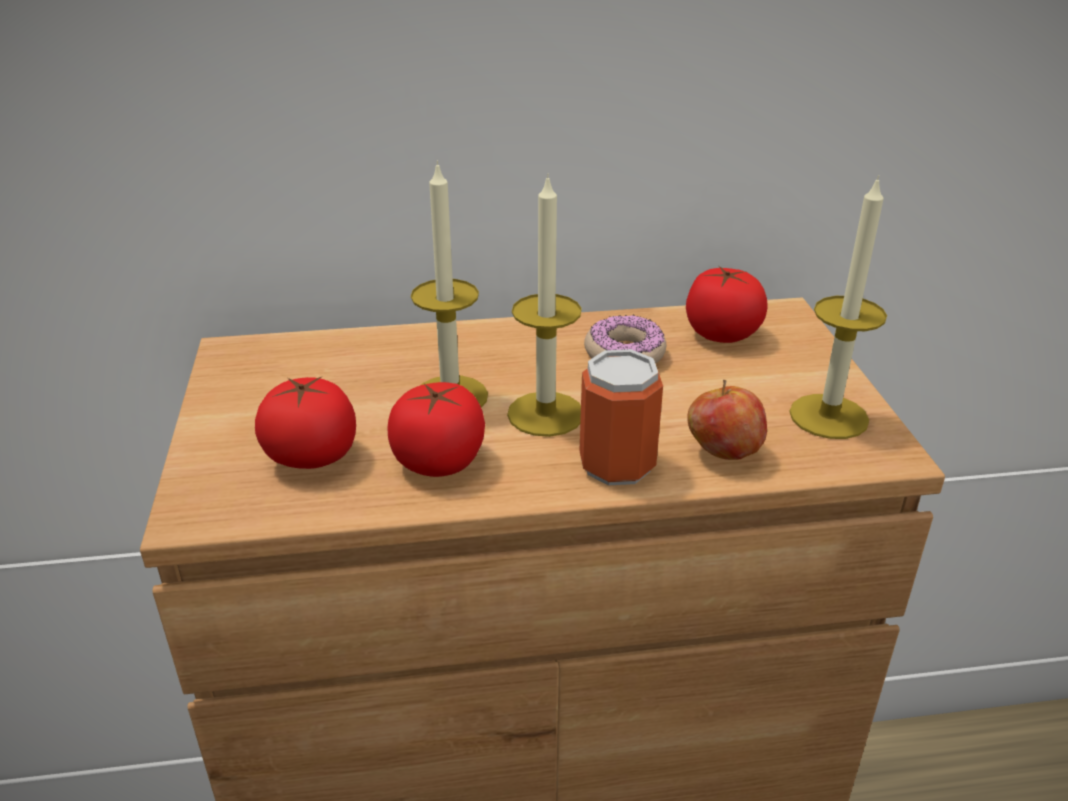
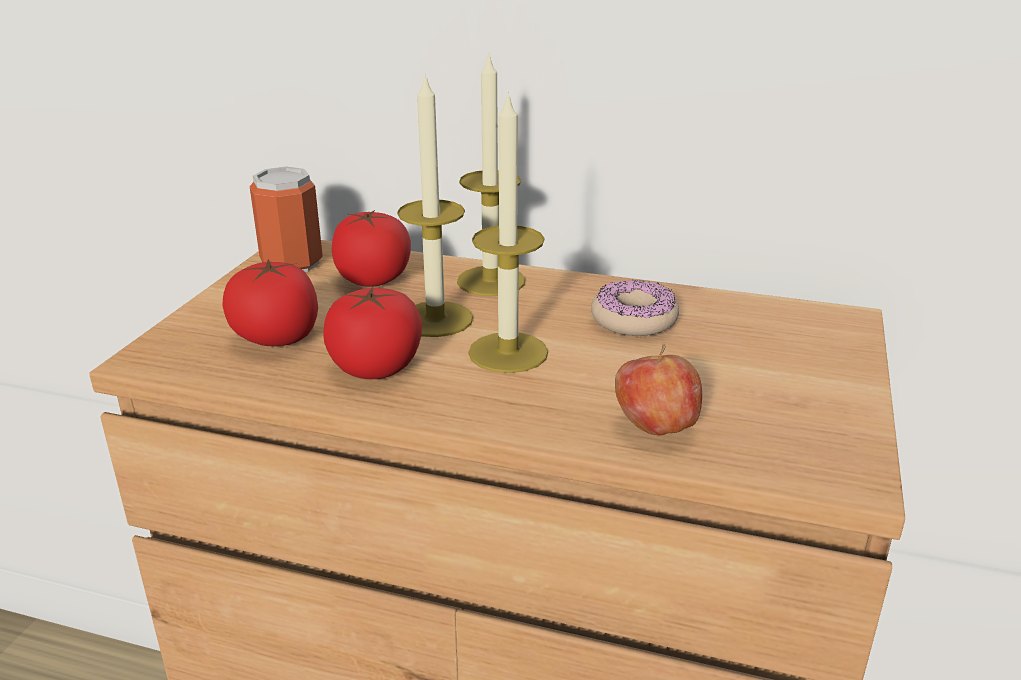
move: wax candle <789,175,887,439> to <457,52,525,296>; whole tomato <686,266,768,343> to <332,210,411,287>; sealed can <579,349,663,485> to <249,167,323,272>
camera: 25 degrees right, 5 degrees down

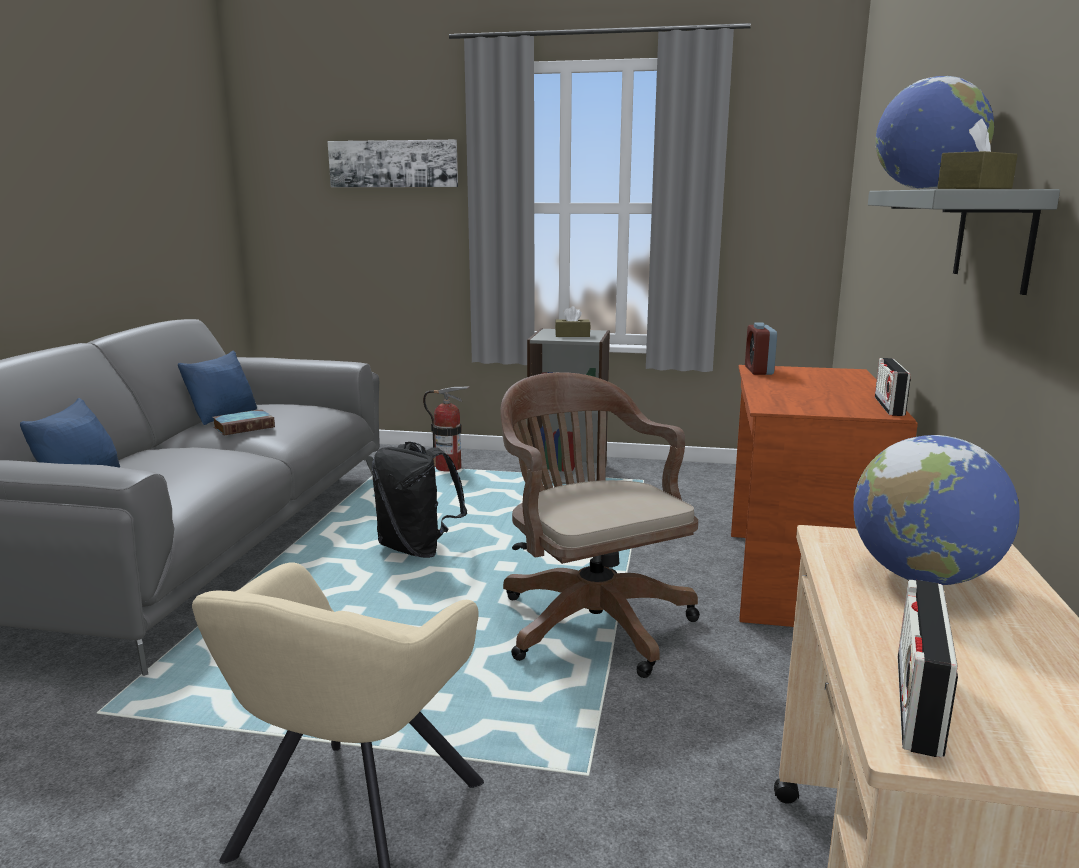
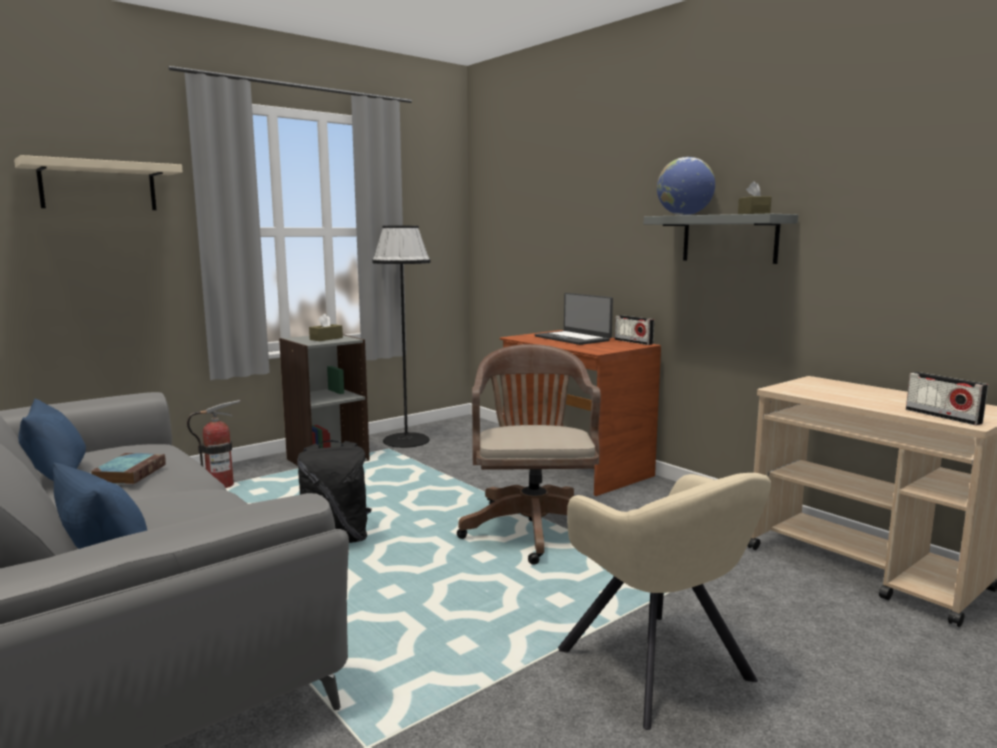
delete: table clock <745,322,777,375>; world globe <853,435,1020,585>
insert: black-coloured standing lamp <372,226,430,448>; laptop <535,292,613,345>
replace: picture <328,140,458,187> to beige bracket shelf <14,155,183,210>
rotate: brown-coloured computer chair <500,372,700,678> = <457,344,601,565> 75 degrees clockwise
camera: 50 degrees left, 5 degrees down

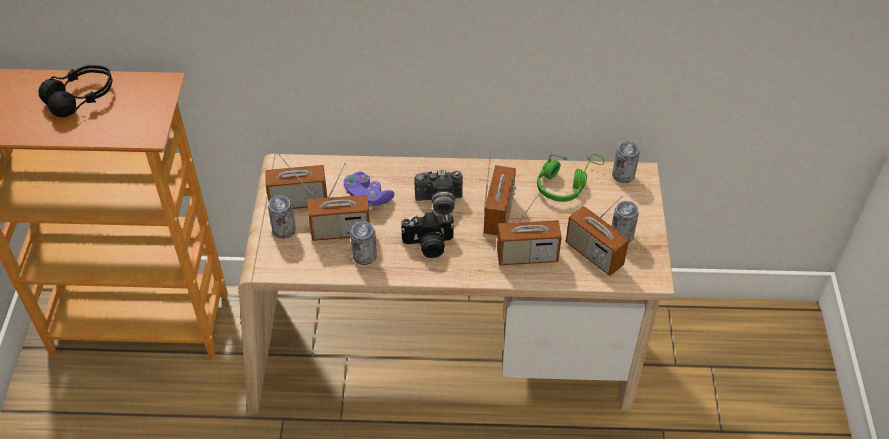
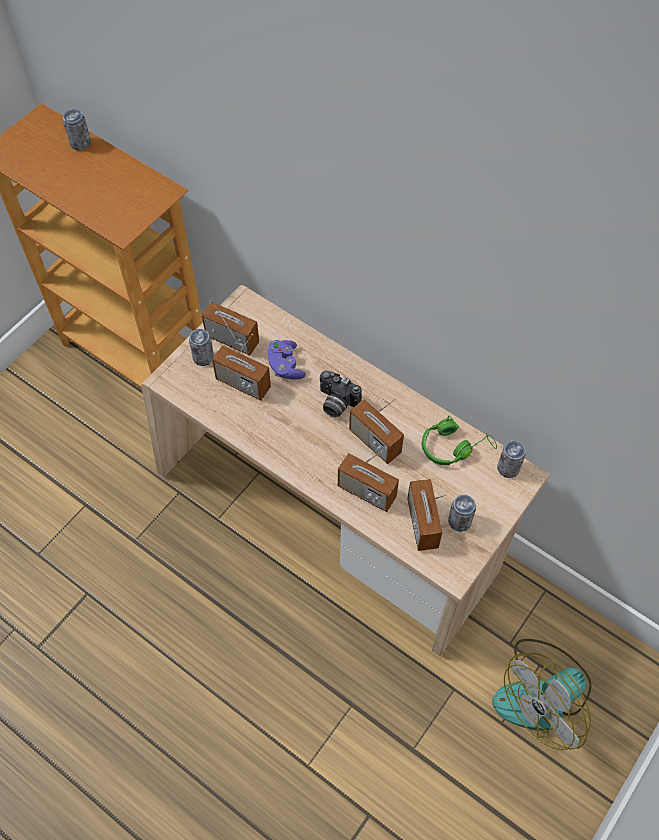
delete: black-coloured headphones <38,65,113,117>; still camera <401,212,455,258>
insert: fan <492,639,592,750>
move: sealed can <350,221,377,265> to <63,109,91,150>
rotate: radio set <484,146,516,236> = <349,398,404,464> 90 degrees clockwise
camera: 35 degrees right, 10 degrees up

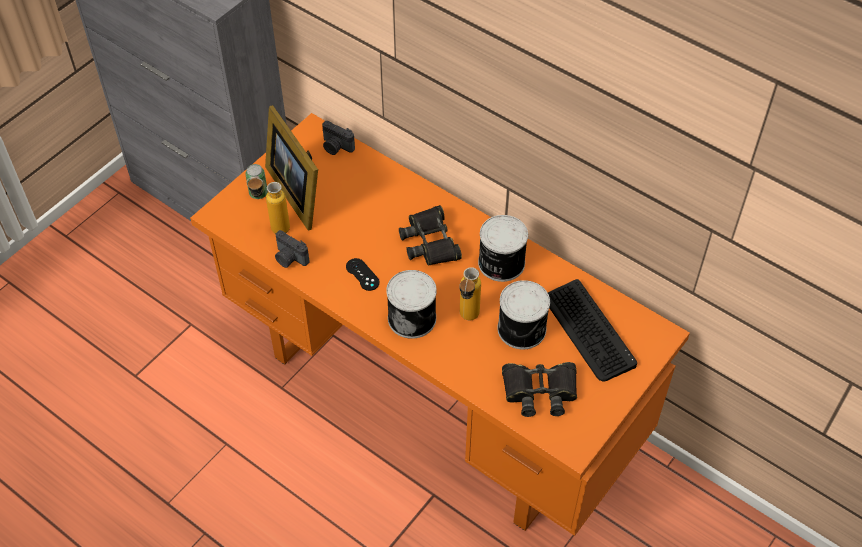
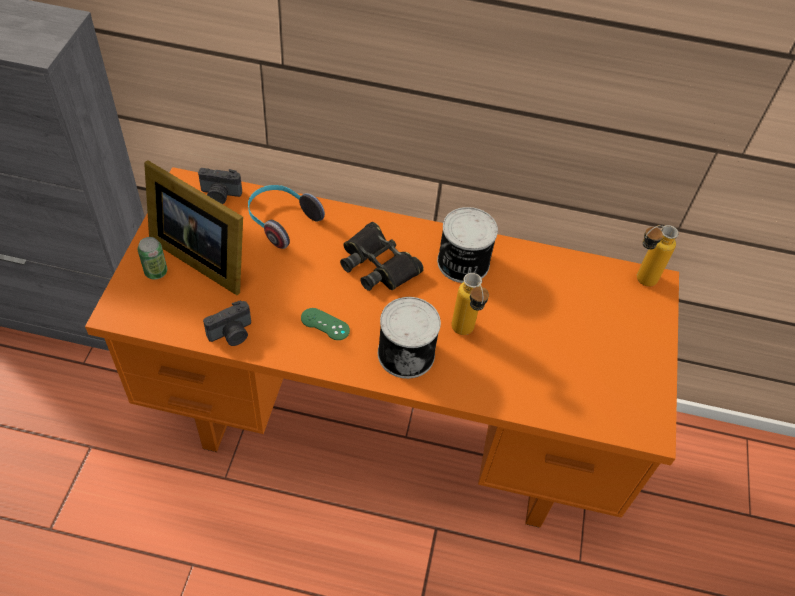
delete: keyboard <548,279,637,382>; sealed can <497,280,550,349>; black-coloured field glasses <502,362,577,417>
insert: headphones <248,185,325,249>
move: beverage bottle <246,177,290,234> to <637,225,679,287>
recolor: black-coloured joypad <346,258,380,291> to greenish joypad <301,308,350,340>
rotate: still camera <275,230,309,268> = <203,301,251,346> 45 degrees counterclockwise
camera: 30 degrees left, 0 degrees up

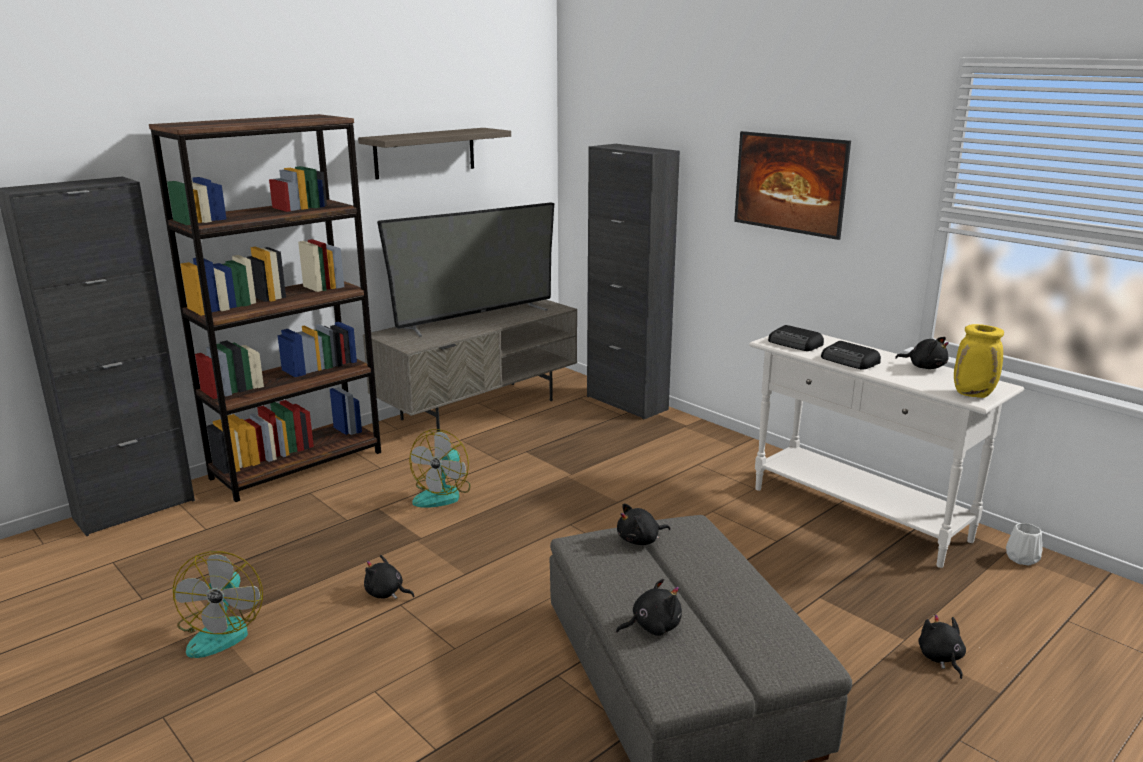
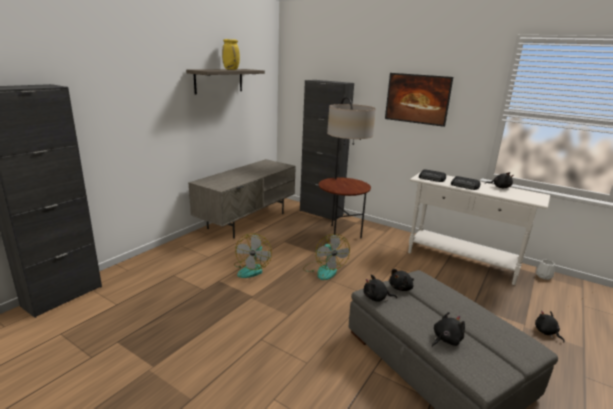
delete: brown-coloured bookcase <149,114,381,502>; television <377,202,554,337>
insert: standing lamp <319,97,376,238>
move: yellow-coloured flower vase <954,324,1004,398> to <222,39,240,70>; fan <173,551,263,658> to <303,234,350,280>; black-coloured cuddly toy <364,555,414,599> to <364,275,397,302>
camera: 15 degrees left, 0 degrees up

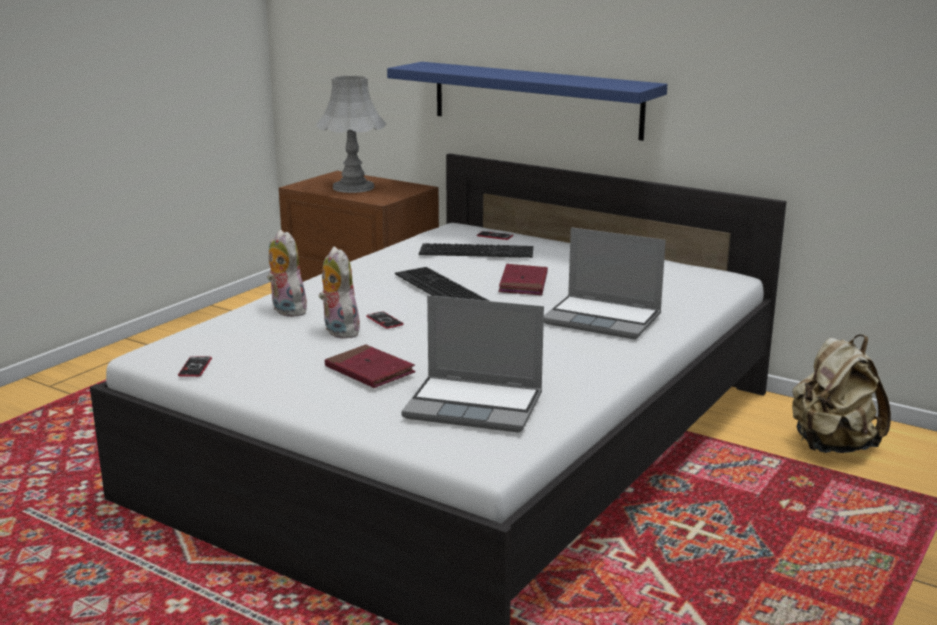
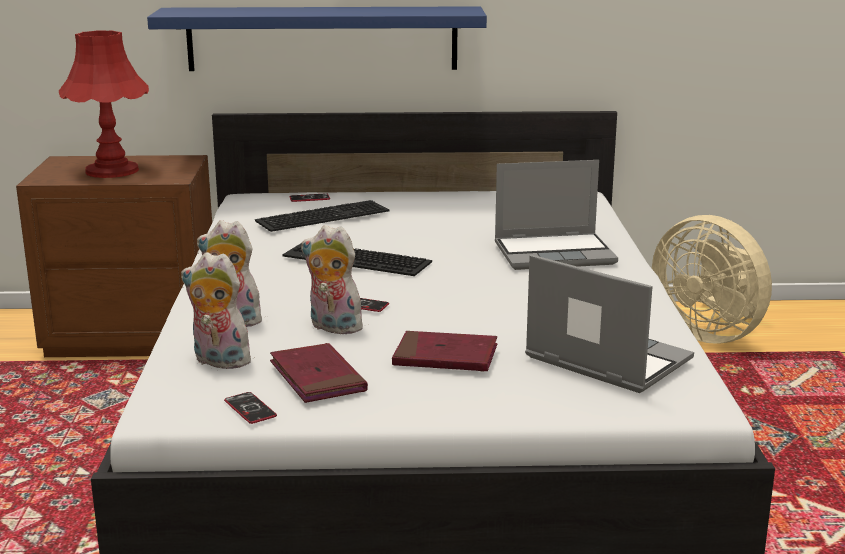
insert: cuddly toy <181,252,258,371>
move: red book <499,264,548,295> to <270,343,368,403>
replace: beige backpack <792,335,891,453> to beige fan <652,215,772,344>
recolor: grey tabletop lamp <316,76,386,193> to red tabletop lamp <59,30,149,178>
rotate: laptop <401,295,544,433> = <525,254,694,393> 120 degrees counterclockwise
camera: 35 degrees left, 0 degrees up

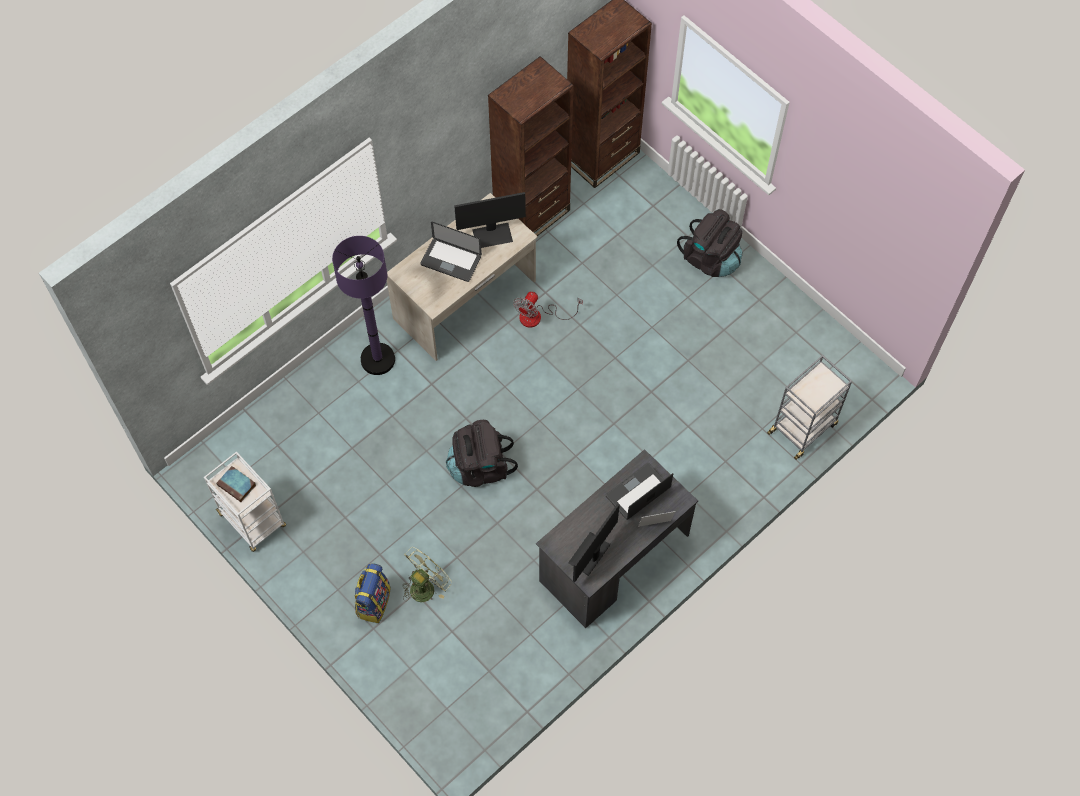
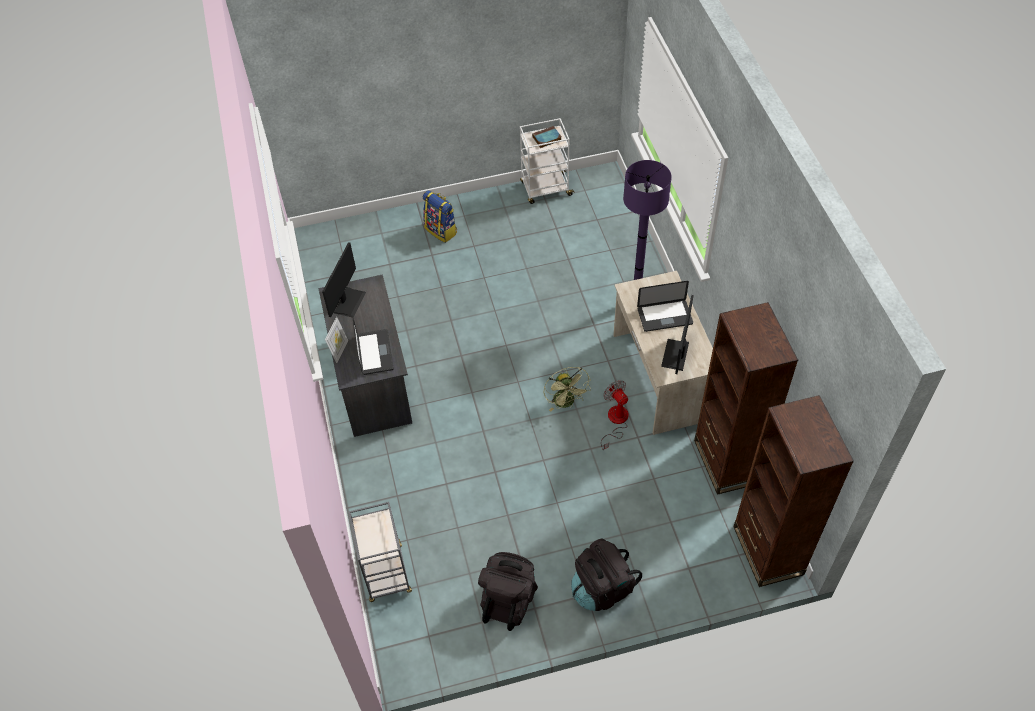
move: black-coloured backpack <446,420,518,487> to <478,552,538,631>; greenish fan <403,547,452,602> to <544,367,591,412>
rotate: laptop <420,222,482,282> = <637,281,693,332> 150 degrees counterclockwise; monitor <568,503,620,582> = <322,242,366,317> 45 degrees clockwise
camera: 120 degrees right, 10 degrees down

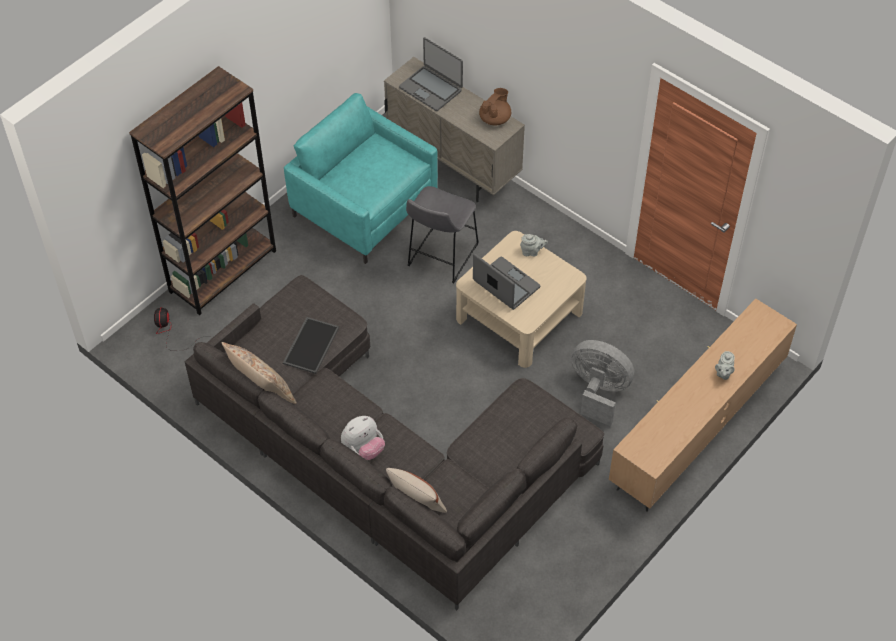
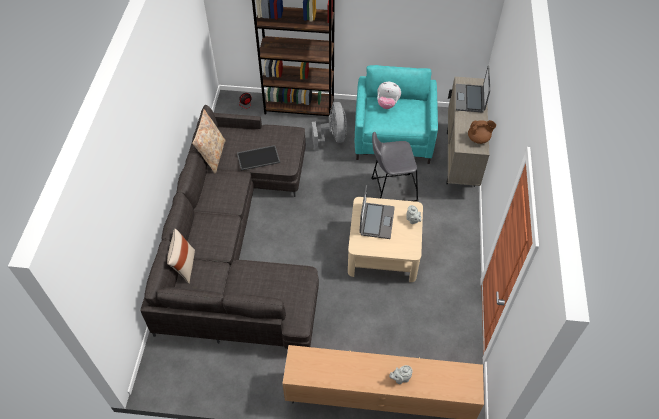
move: grey fan <571,340,634,426> to <312,102,347,151>; cuddly toy <341,416,385,460> to <377,82,401,109>
camera: 55 degrees right, 0 degrees up

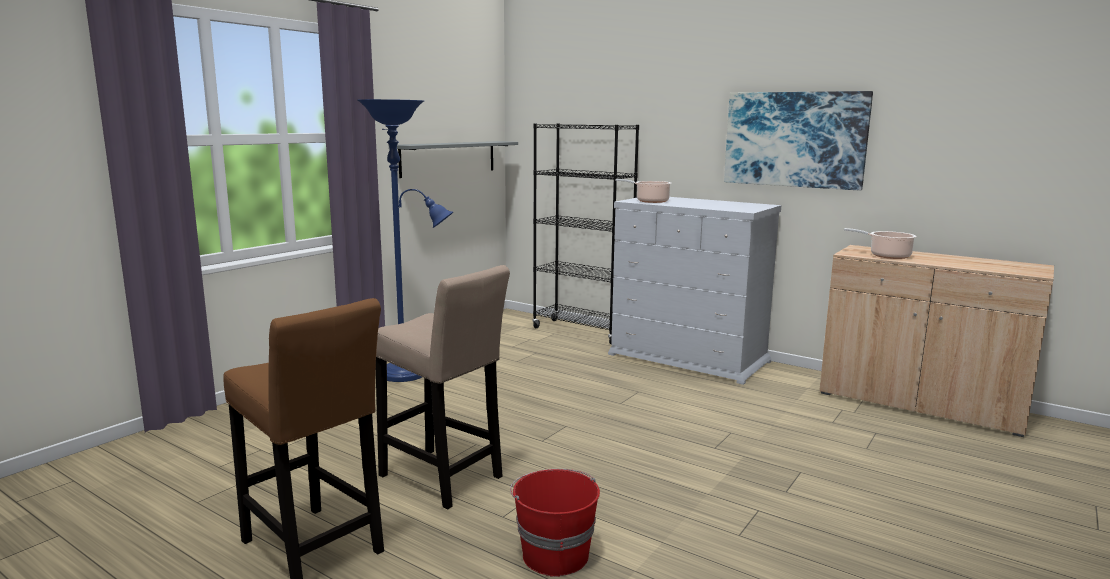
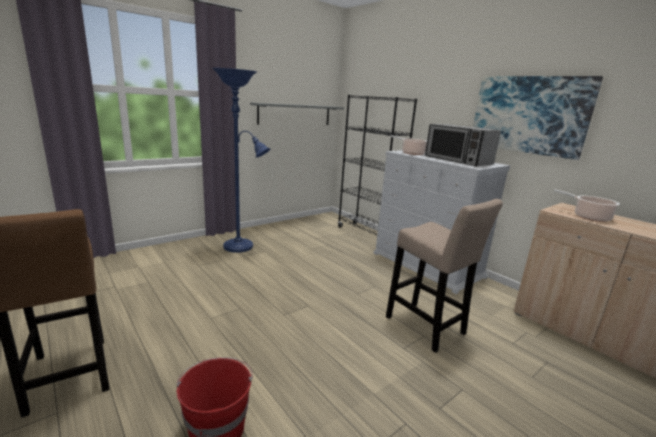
insert: microwave oven <425,124,501,167>
move: beige stool seat <376,265,510,510> to <386,199,503,353>
camera: 15 degrees right, 5 degrees up

